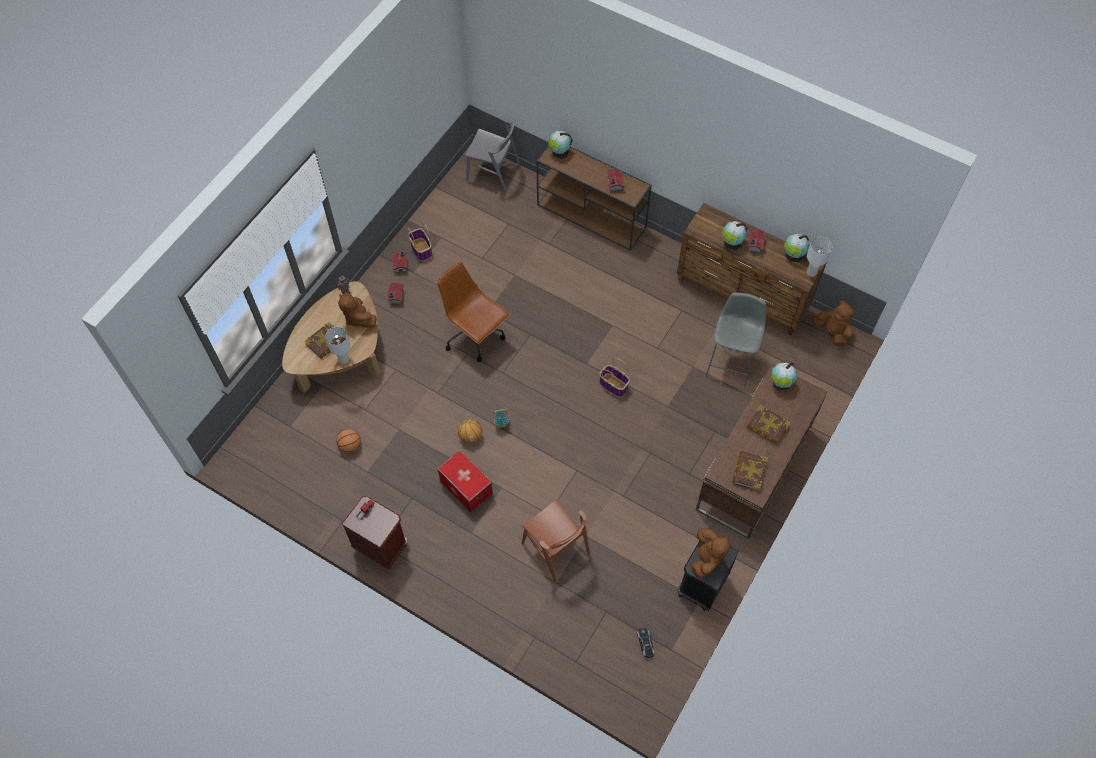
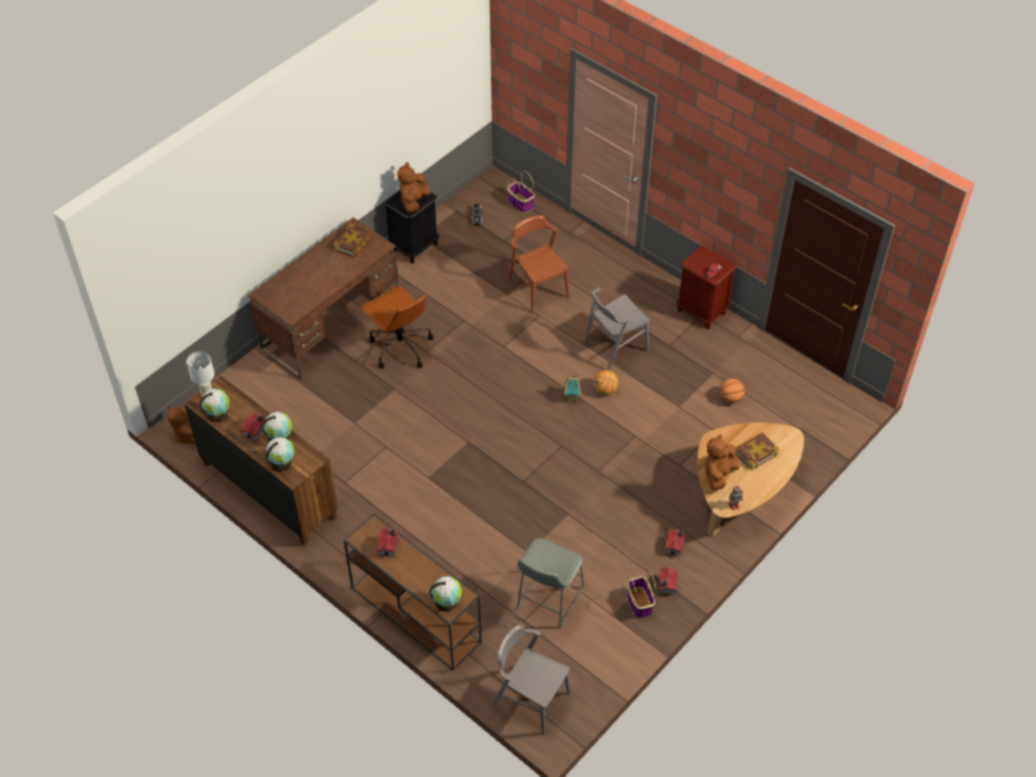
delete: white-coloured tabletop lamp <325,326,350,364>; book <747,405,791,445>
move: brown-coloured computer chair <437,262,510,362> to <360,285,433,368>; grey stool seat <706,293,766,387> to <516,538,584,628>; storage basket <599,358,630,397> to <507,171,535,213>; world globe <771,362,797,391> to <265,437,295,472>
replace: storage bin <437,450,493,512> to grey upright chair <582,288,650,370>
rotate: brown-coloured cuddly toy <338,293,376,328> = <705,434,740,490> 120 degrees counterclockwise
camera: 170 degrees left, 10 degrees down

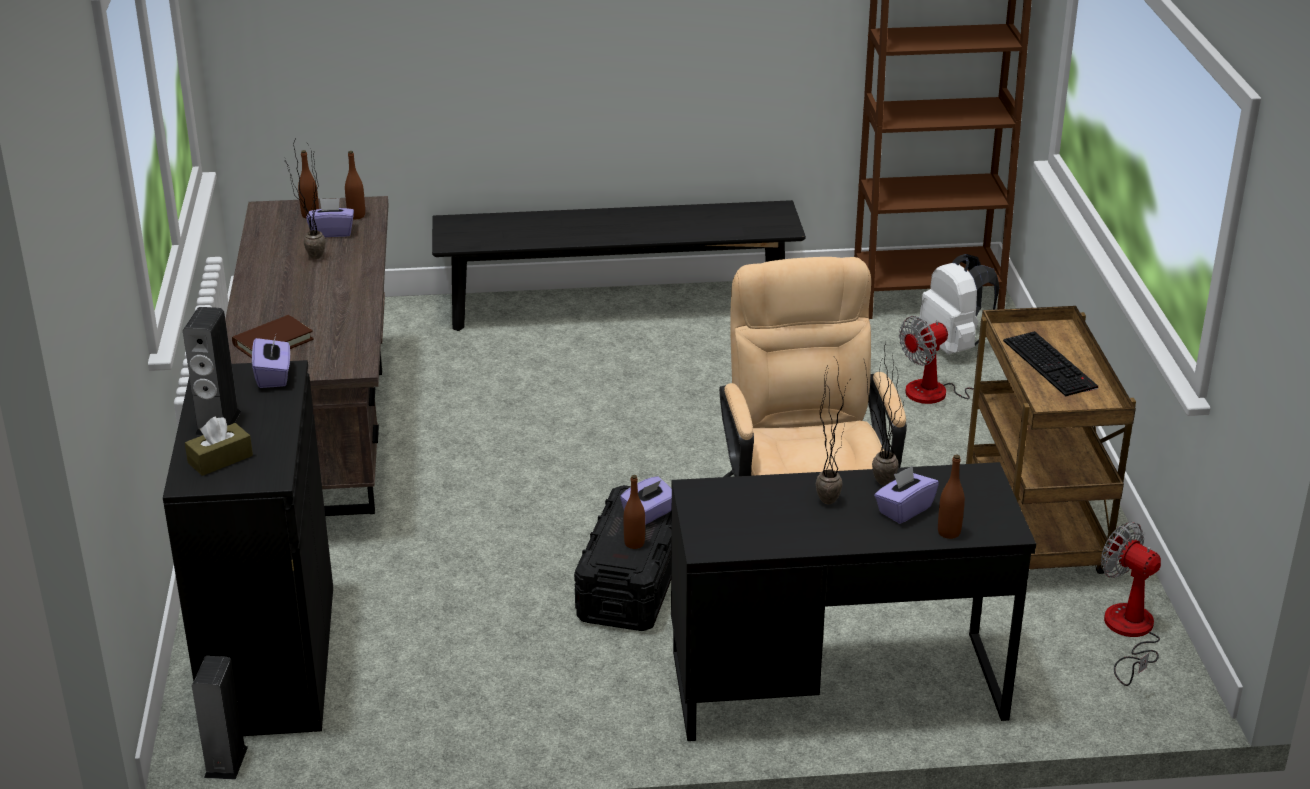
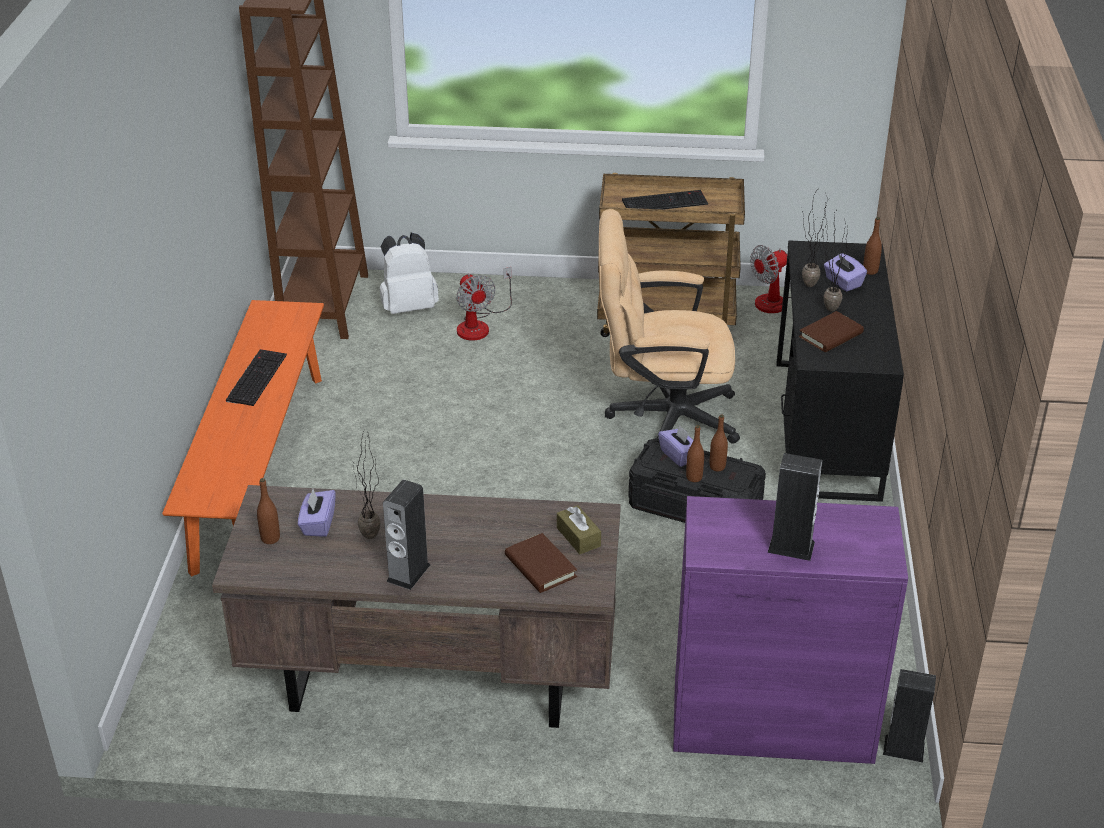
delete: purple-coloured tissue holder <252,335,290,388>
insert: brown-coloured book <799,311,864,352>; keyboard <226,349,287,406>; speaker <383,480,431,590>
move: brown-coloured beverage bottle <345,151,365,219> to <686,425,704,482>; brown-coloured tissue holder <185,417,253,476> to <557,505,601,554>
recolor: black-coloured bench <432,200,806,331> to orange-coloured bench <162,300,324,577>; black-coloured cupboard <163,360,333,736> to purple-coloured cupboard <673,496,908,764>
camera: 80 degrees left, 5 degrees up

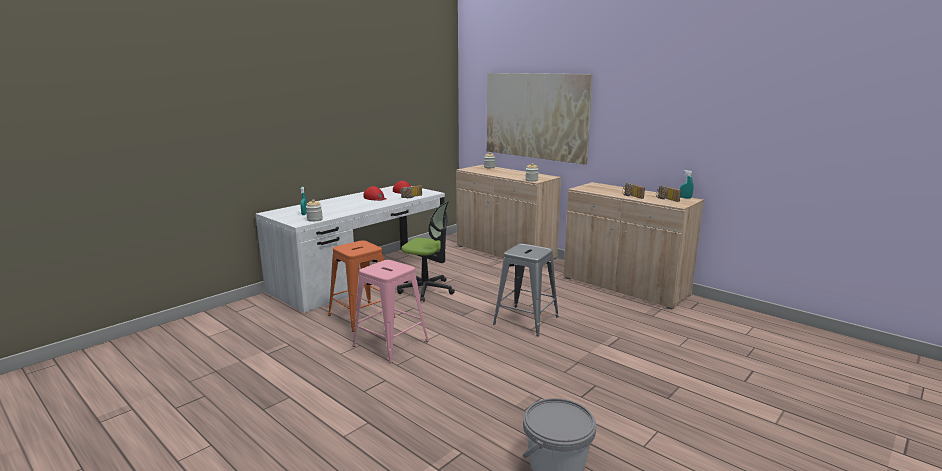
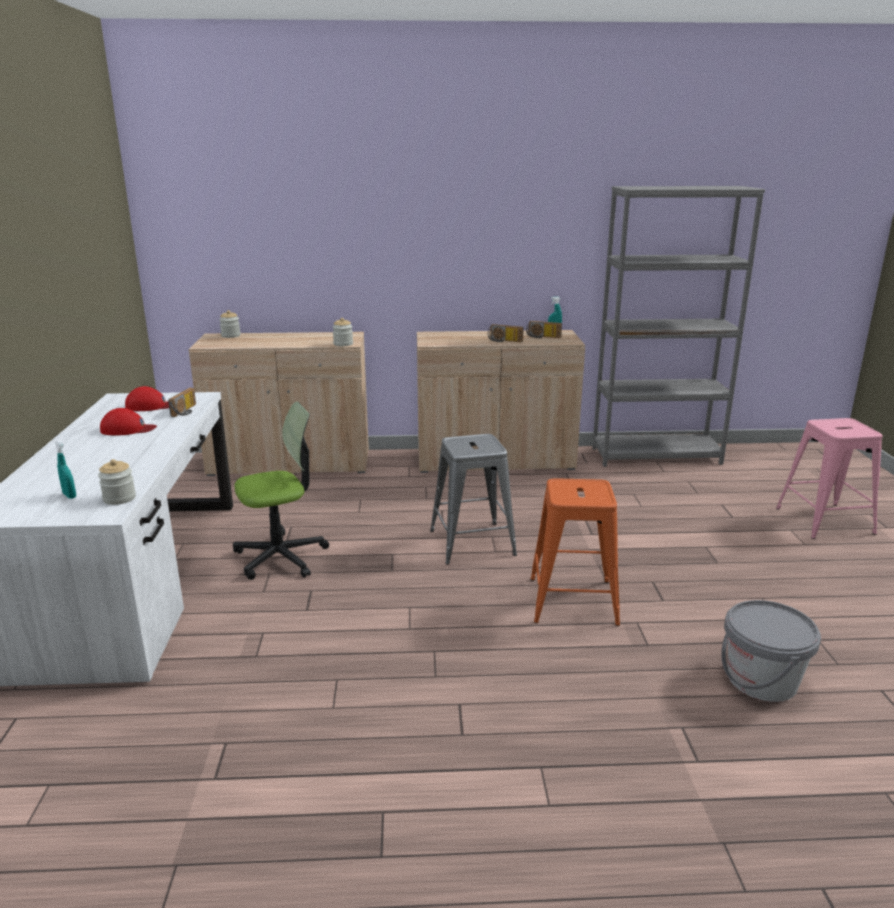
delete: picture <487,73,593,165>
insert: grey bookcase <592,186,765,467>
move: orange-coloured stool seat <328,240,395,332> to <530,478,620,626>; pink-coloured stool seat <353,260,429,363> to <776,418,883,539>
camera: 45 degrees left, 5 degrees up

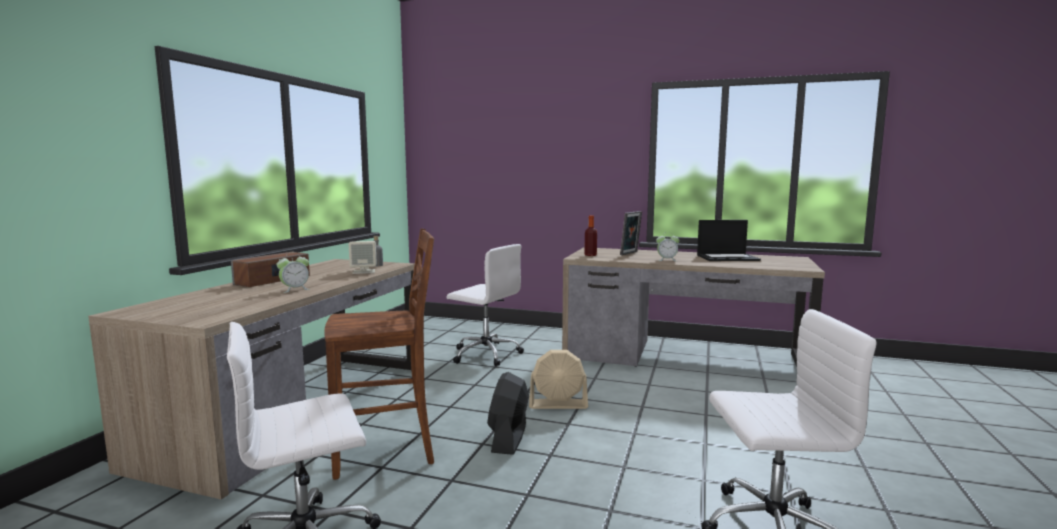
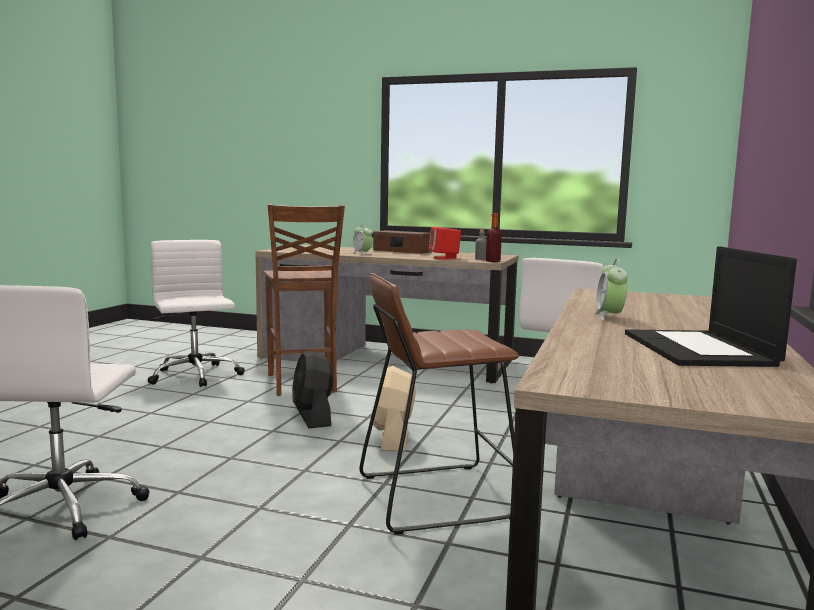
delete: standing frame <620,211,642,255>
insert: brown-coloured stool seat <359,273,519,534>
move: beverage bottle <585,215,597,256> to <486,213,502,262>
recolor: beige speaker <349,241,377,274> to red speaker <429,227,461,259>
rotate: black-coloured fan <487,372,529,455> = <292,351,334,428> 120 degrees counterclockwise
camera: 90 degrees right, 0 degrees up

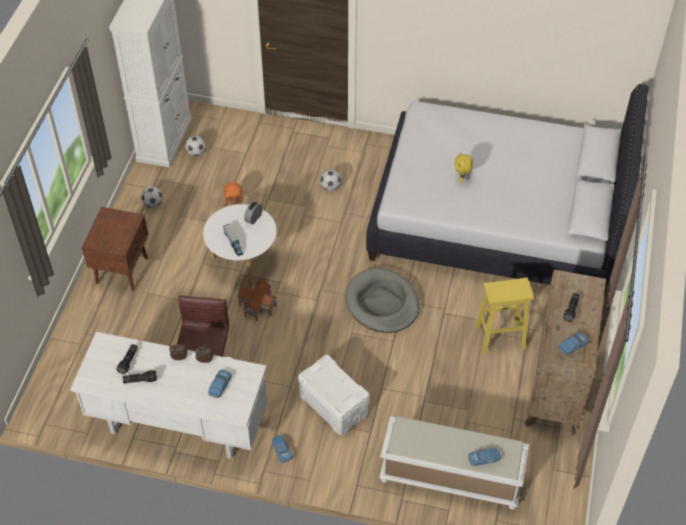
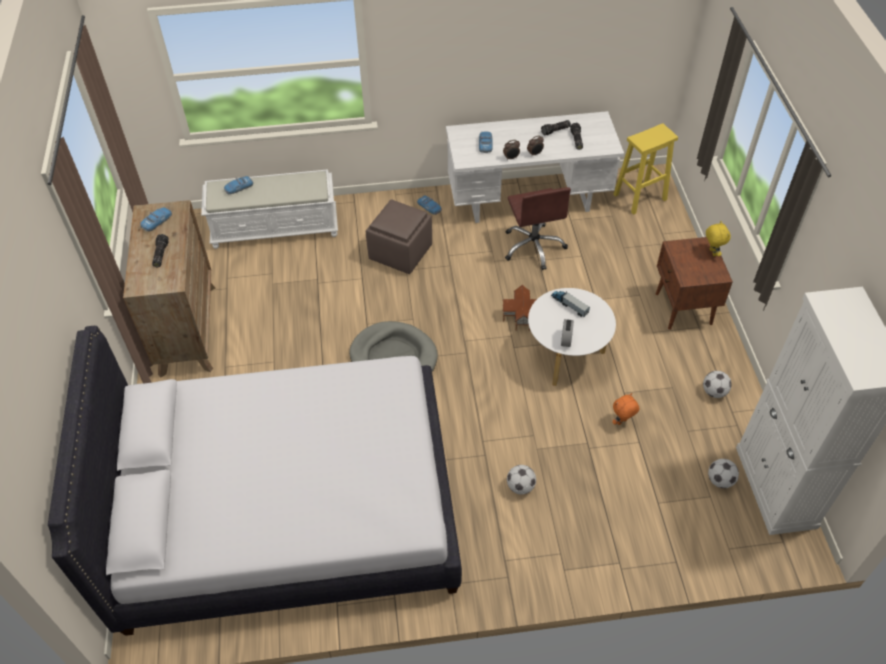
move: yellow-coloured cuddly toy <455,152,473,182> to <706,221,731,256>; yellow-coloured stool seat <475,278,534,355> to <613,123,678,215>
replace: white-coloured storage bin <298,355,369,435> to brown-coloured footrest <366,199,432,274>
camera: 160 degrees right, 0 degrees up

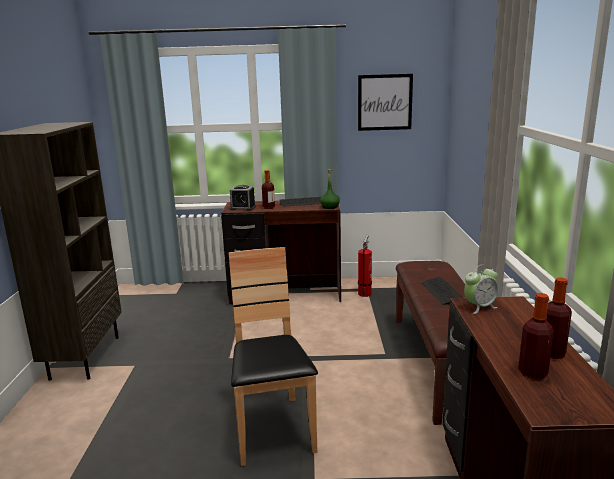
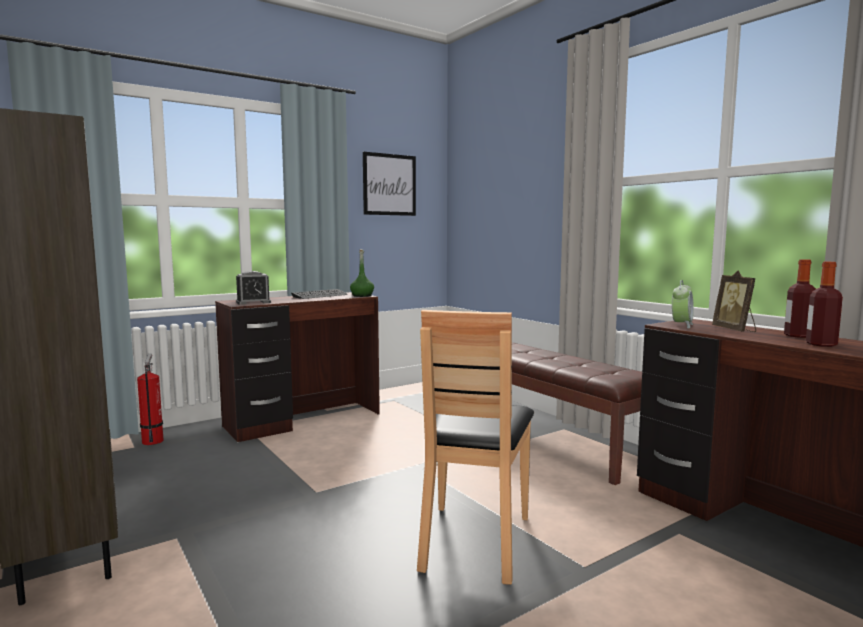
delete: beverage bottle <262,170,275,209>; keyboard <422,277,463,305>
insert: standing frame <712,271,756,332>
move: extinguisher <358,235,372,297> to <137,354,163,445>
rotate: brown-coloured upright chair <229,247,318,466> = <417,310,534,585> 120 degrees counterclockwise
camera: 35 degrees left, 10 degrees down

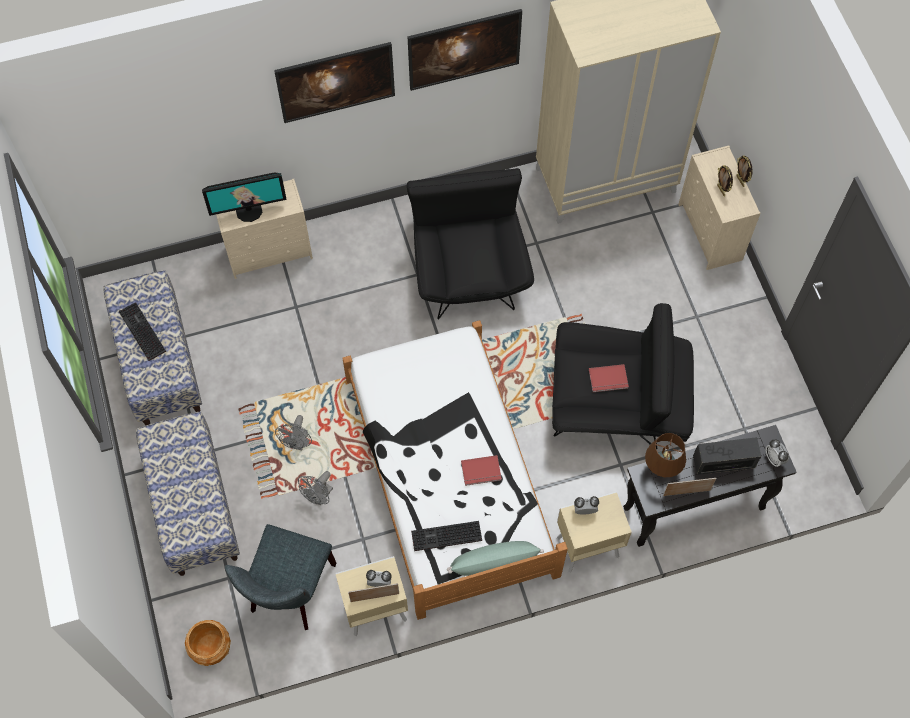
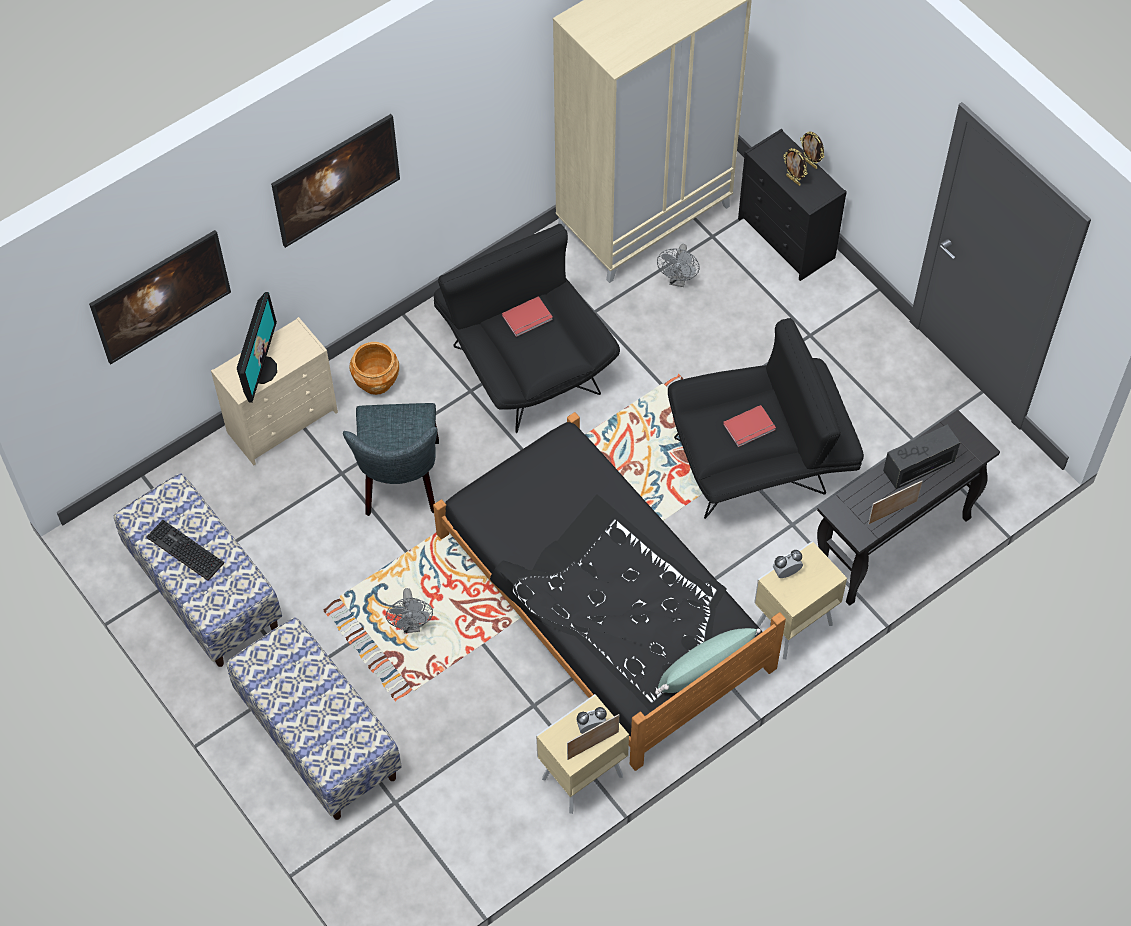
delete: brown-coloured tabletop lamp <645,433,686,477>; table clock <766,439,789,467>; keyboard <411,521,482,551>
move: picture <407,9,522,91> to <89,230,231,365>; red book <461,455,502,486> to <502,296,553,337>; grey fan <298,471,333,505> to <657,244,700,287>; grey upright chair <225,524,337,630> to <343,403,439,516>; brown-coloured planter <185,620,231,666> to <349,342,399,395>
recolor: beige dresser <678,145,761,270> to black-coloured dresser <738,129,847,281>; white-coloured bedroom bed <342,320,568,620> to black-coloured bedroom bed <433,412,786,771>
rotate: monitor <202,173,287,222> = <237,292,277,403> 45 degrees counterclockwise
camera: 20 degrees left, 5 degrees down

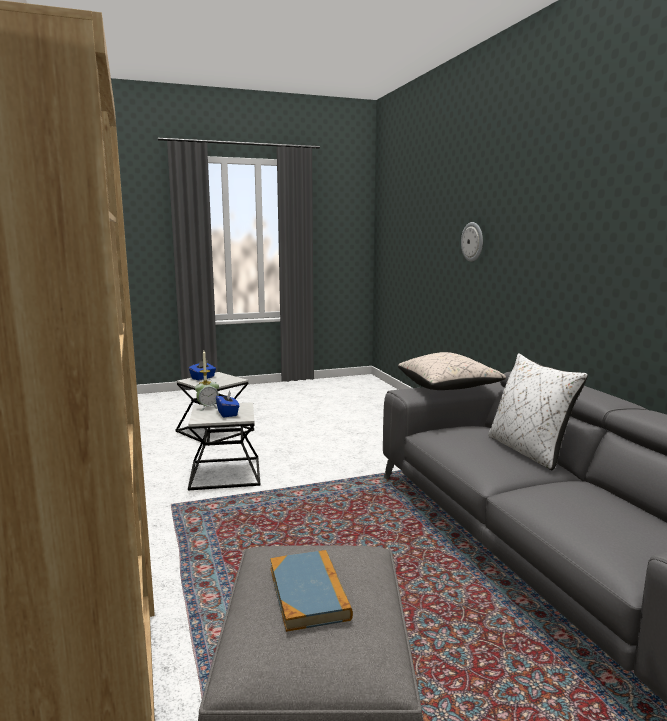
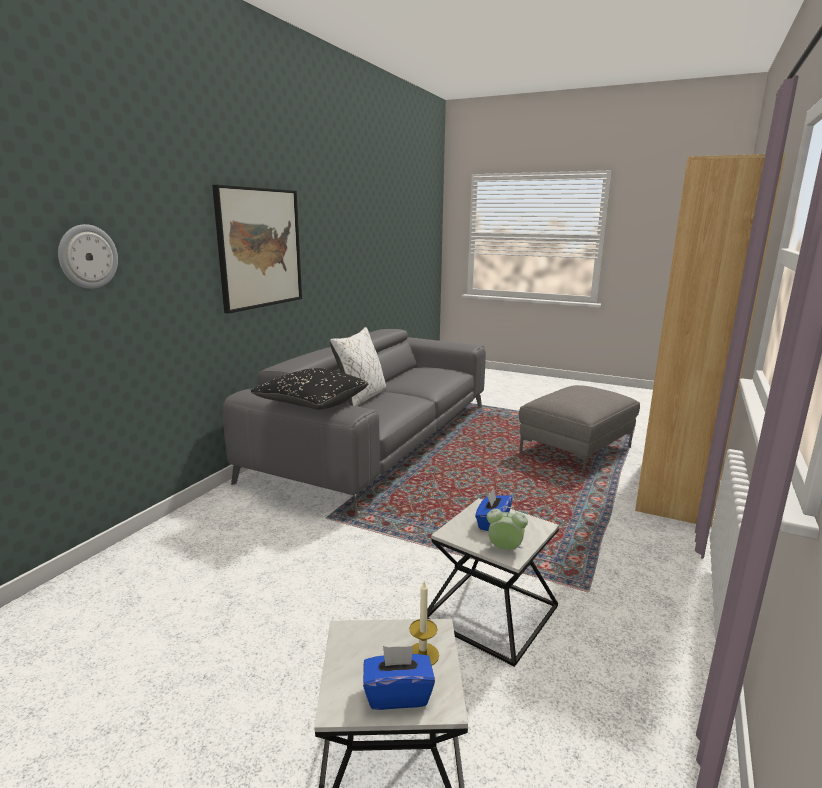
delete: book <270,550,353,632>
insert: picture <212,185,302,313>
recolor: beige cushion <398,352,506,390> to black-coloured cushion <251,368,368,410>
camera: 135 degrees left, 5 degrees up

